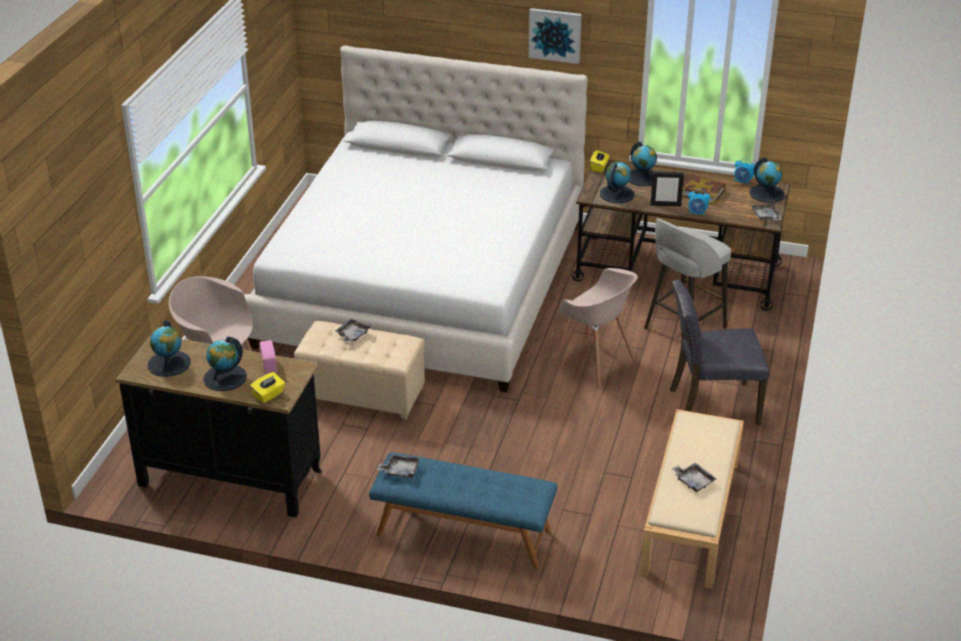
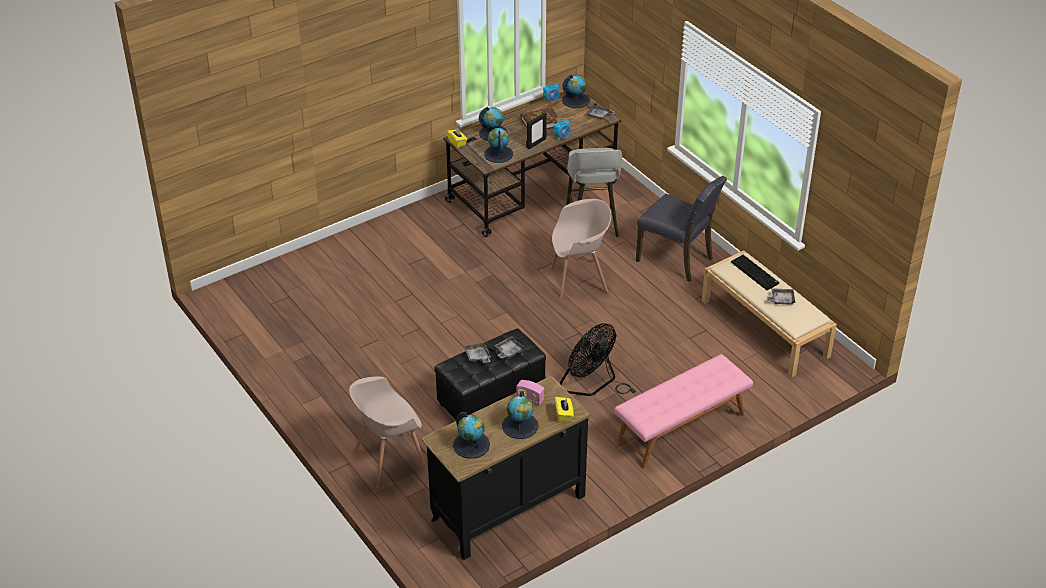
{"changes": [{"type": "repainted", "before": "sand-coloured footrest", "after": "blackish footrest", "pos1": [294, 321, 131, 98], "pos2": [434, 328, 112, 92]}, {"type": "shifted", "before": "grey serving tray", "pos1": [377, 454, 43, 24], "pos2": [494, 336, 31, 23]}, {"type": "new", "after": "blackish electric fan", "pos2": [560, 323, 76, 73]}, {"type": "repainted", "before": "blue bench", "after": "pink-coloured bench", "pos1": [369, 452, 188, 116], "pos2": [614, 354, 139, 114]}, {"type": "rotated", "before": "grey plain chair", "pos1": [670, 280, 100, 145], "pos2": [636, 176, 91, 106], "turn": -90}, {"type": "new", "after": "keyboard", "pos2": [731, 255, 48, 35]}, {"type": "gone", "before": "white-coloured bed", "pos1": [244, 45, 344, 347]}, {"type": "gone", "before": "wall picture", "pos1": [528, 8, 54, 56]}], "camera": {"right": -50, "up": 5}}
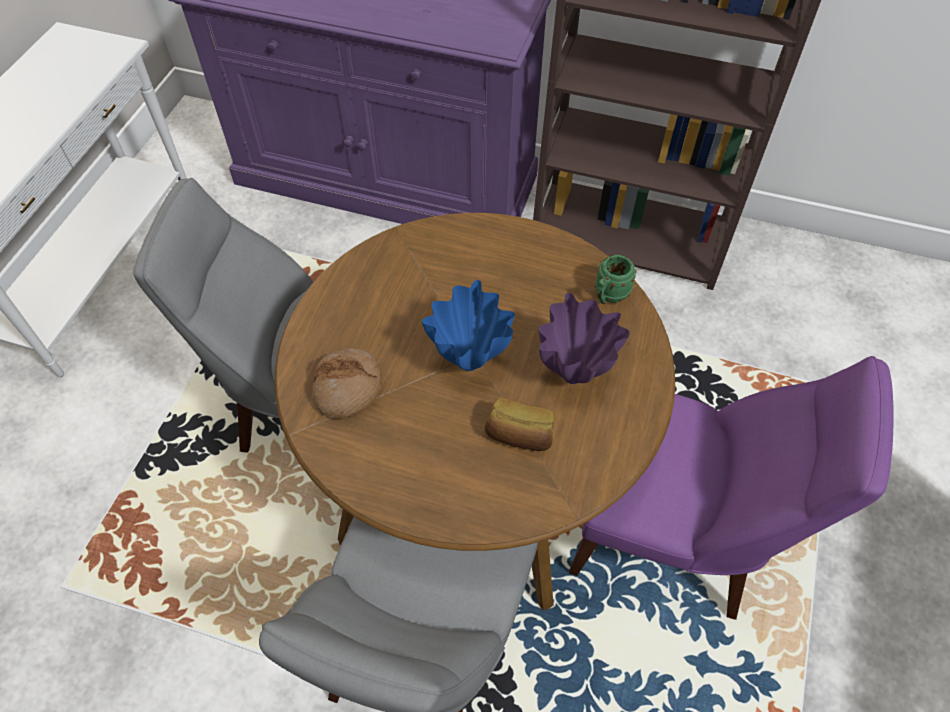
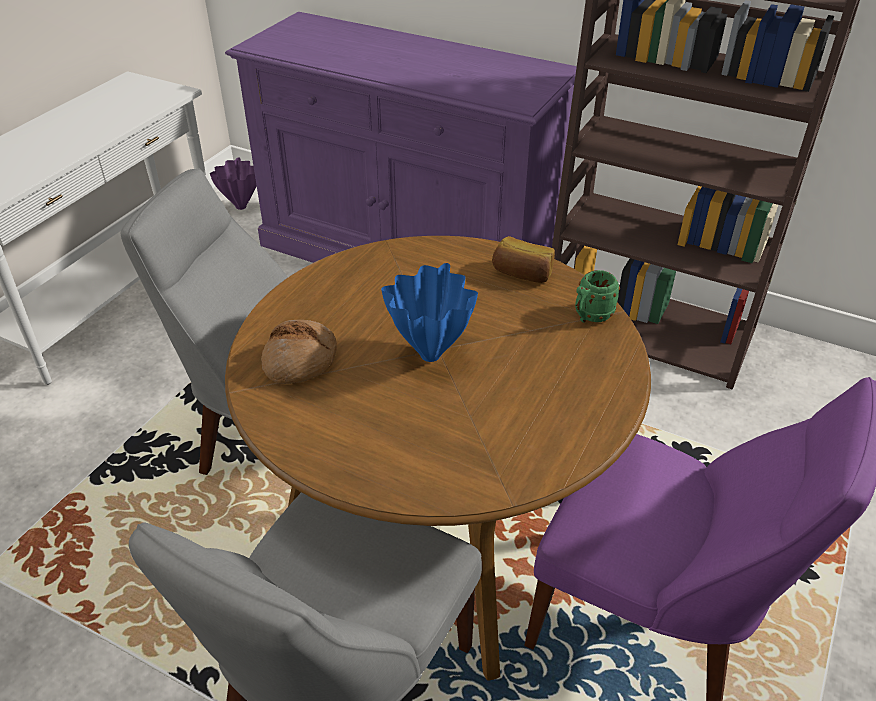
{"changes": [{"type": "shifted", "before": "purplish vase", "pos1": [539, 292, 91, 92], "pos2": [210, 157, 47, 53]}, {"type": "shifted", "before": "baked bread", "pos1": [485, 397, 70, 54], "pos2": [492, 236, 63, 47]}], "camera": {"right": 10, "up": -15}}
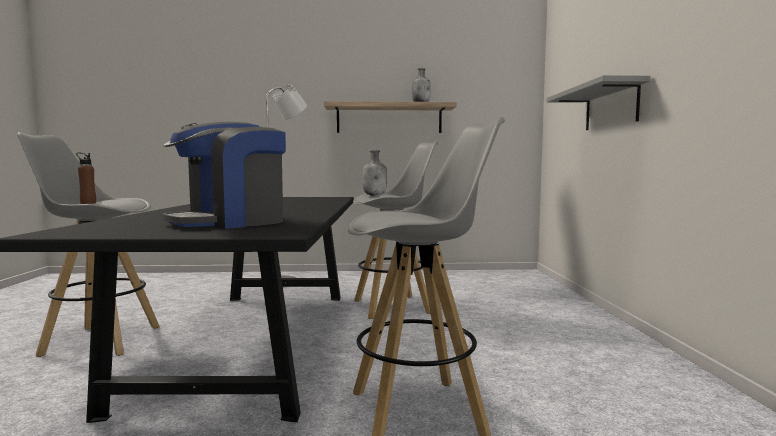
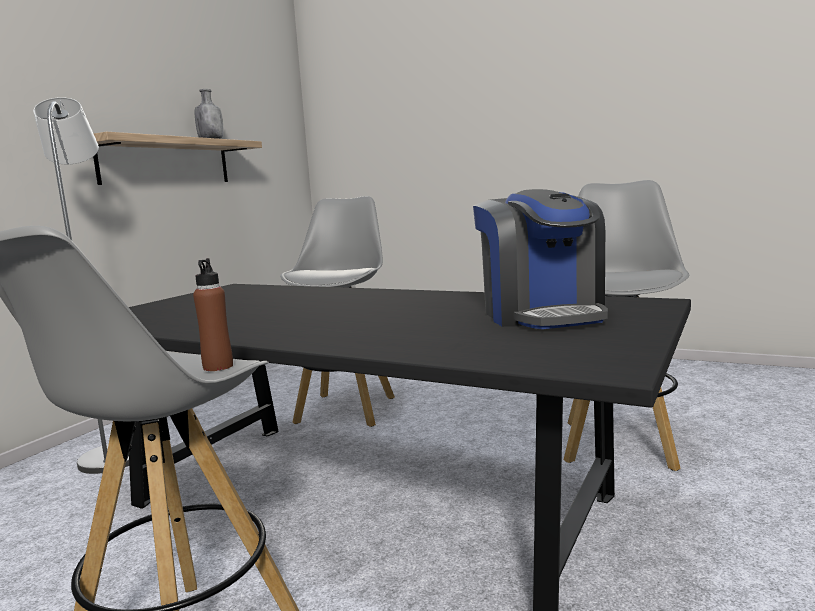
{"changes": [{"type": "gone", "before": "grey beverage bottle", "pos1": [363, 150, 24, 46]}, {"type": "gone", "before": "grey shelf", "pos1": [547, 75, 103, 55]}], "camera": {"right": -60, "up": 5}}
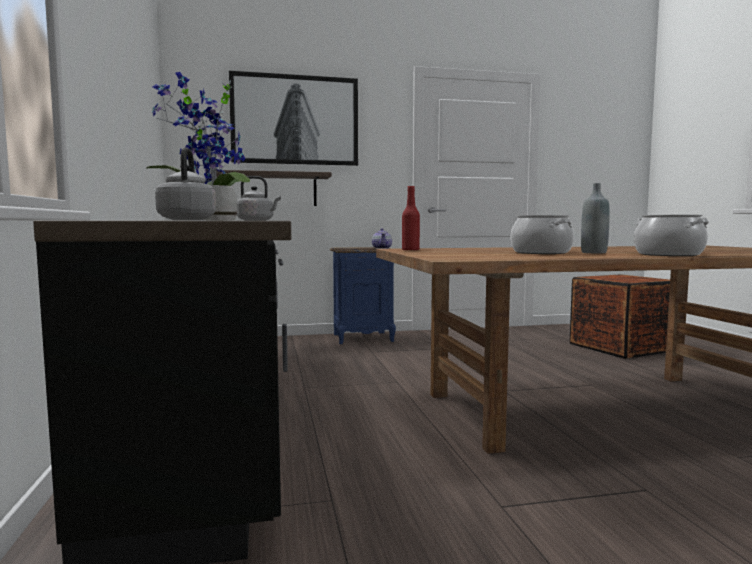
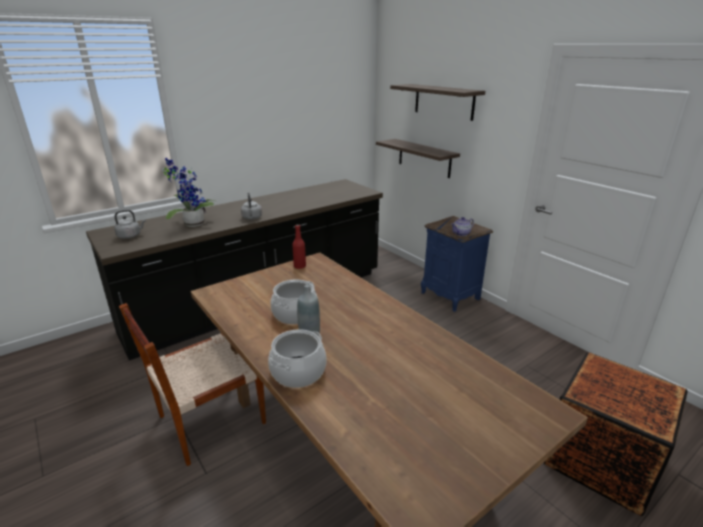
{"changes": [{"type": "new", "after": "plain chair", "pos2": [119, 303, 147, 163]}, {"type": "swapped", "before": "wall picture", "after": "shelf", "pos1": [229, 70, 129, 96], "pos2": [390, 84, 95, 37]}], "camera": {"right": 65, "up": 20}}
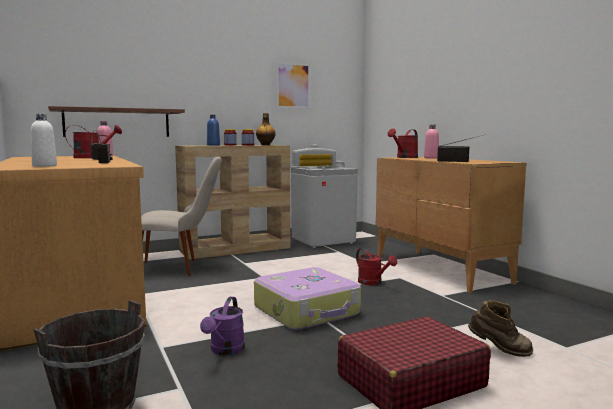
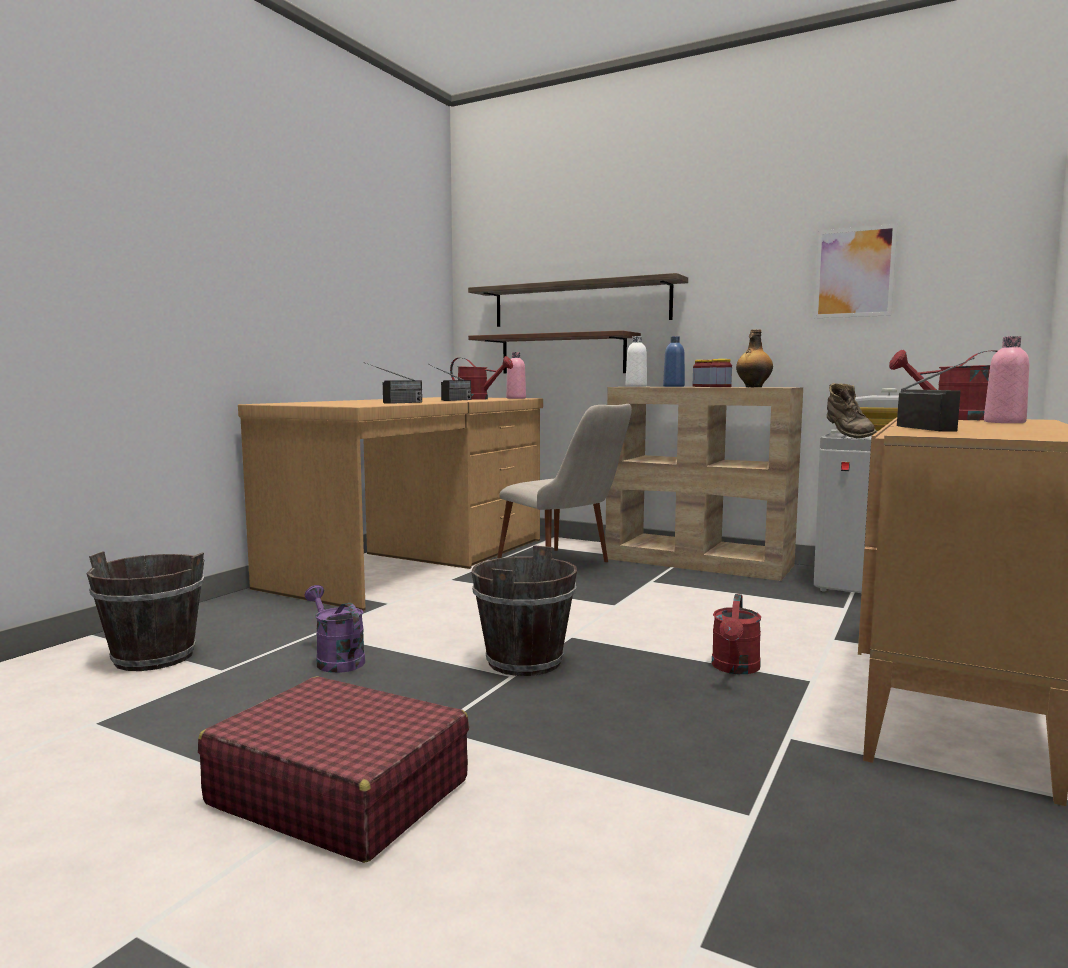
{"changes": [{"type": "rotated", "before": "purplish watering can", "pos1": [200, 297, 45, 58], "pos2": [305, 585, 60, 88], "turn": 75}, {"type": "new", "after": "shelf", "pos2": [468, 273, 220, 54]}, {"type": "swapped", "before": "suitcase", "after": "brown-coloured bucket", "pos1": [254, 267, 107, 63], "pos2": [471, 545, 106, 131]}, {"type": "shifted", "before": "white-coloured beverage bottle", "pos1": [31, 114, 26, 53], "pos2": [626, 336, 21, 51]}, {"type": "shifted", "before": "brown-coloured tall boot", "pos1": [468, 300, 65, 57], "pos2": [827, 383, 49, 55]}], "camera": {"right": 55, "up": 0}}
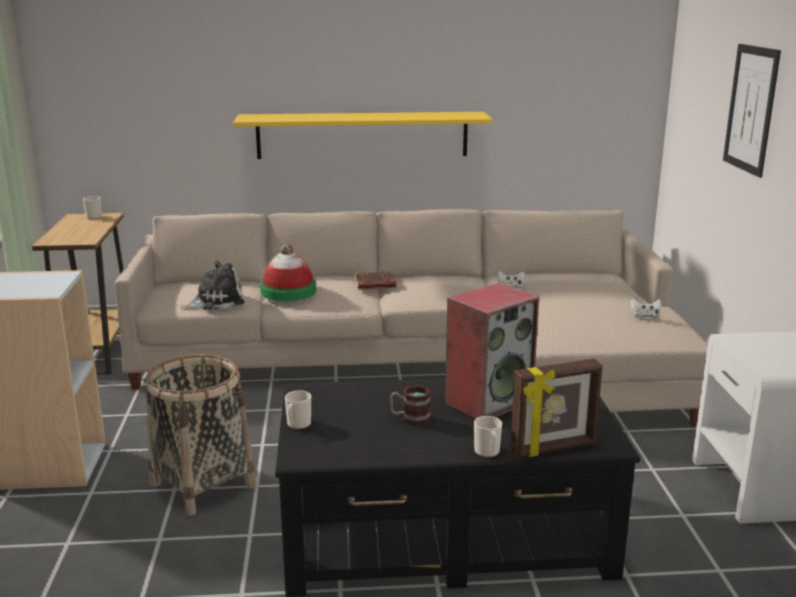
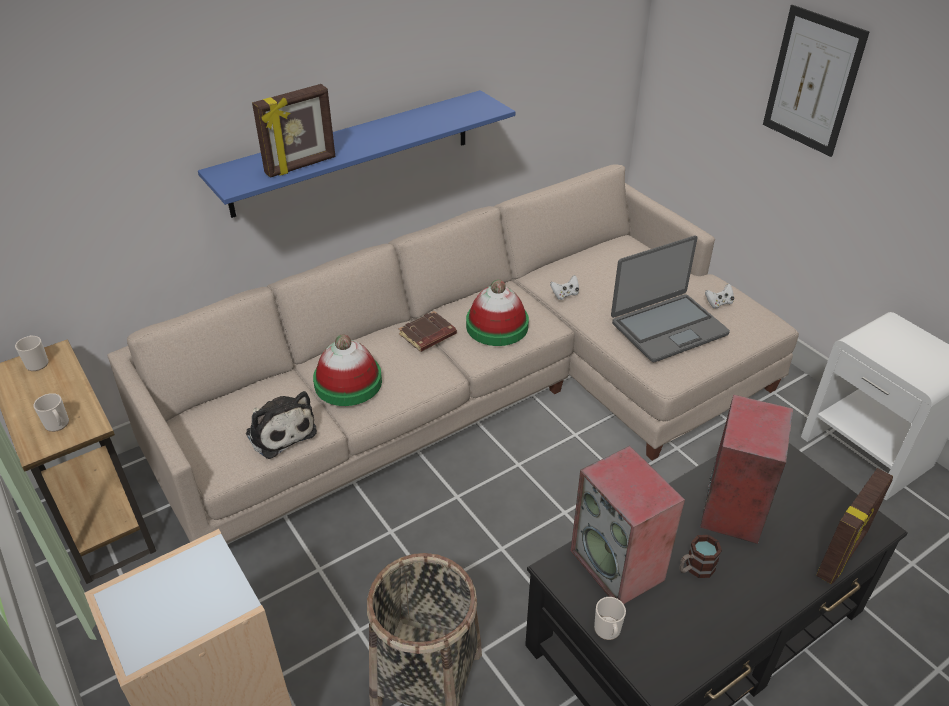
{"changes": [{"type": "shifted", "before": "tea mug", "pos1": [474, 416, 28, 41], "pos2": [33, 393, 36, 39]}, {"type": "repainted", "before": "yellowish shelf", "after": "blue shelf", "pos1": [233, 112, 260, 47], "pos2": [198, 90, 317, 128]}, {"type": "rotated", "before": "soft toy", "pos1": [180, 260, 65, 50], "pos2": [246, 391, 71, 68], "turn": 105}, {"type": "new", "after": "photo frame", "pos2": [252, 84, 83, 94]}, {"type": "new", "after": "hat", "pos2": [466, 279, 63, 67]}, {"type": "new", "after": "loudspeaker", "pos2": [571, 446, 114, 158]}, {"type": "new", "after": "notebook computer", "pos2": [611, 236, 119, 126]}], "camera": {"right": -30, "up": 20}}
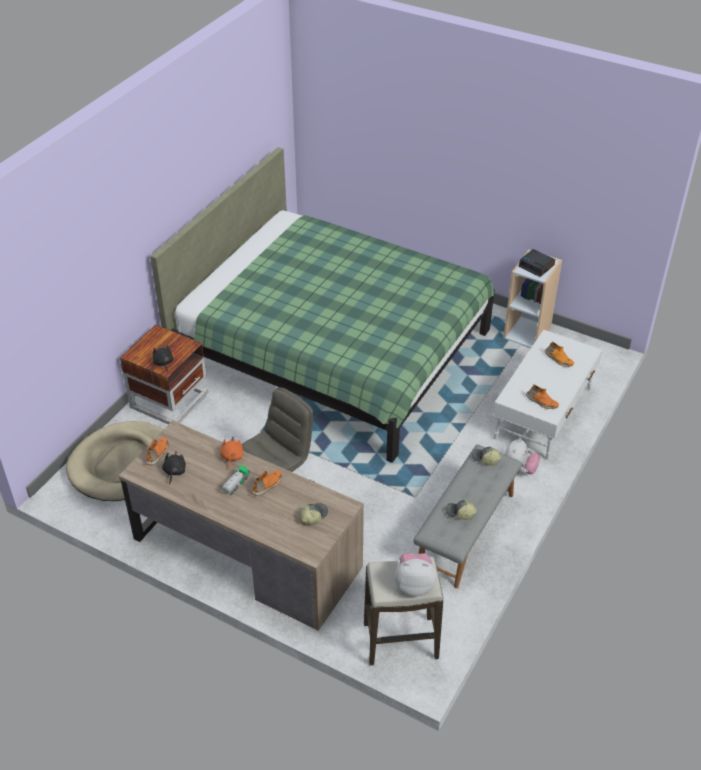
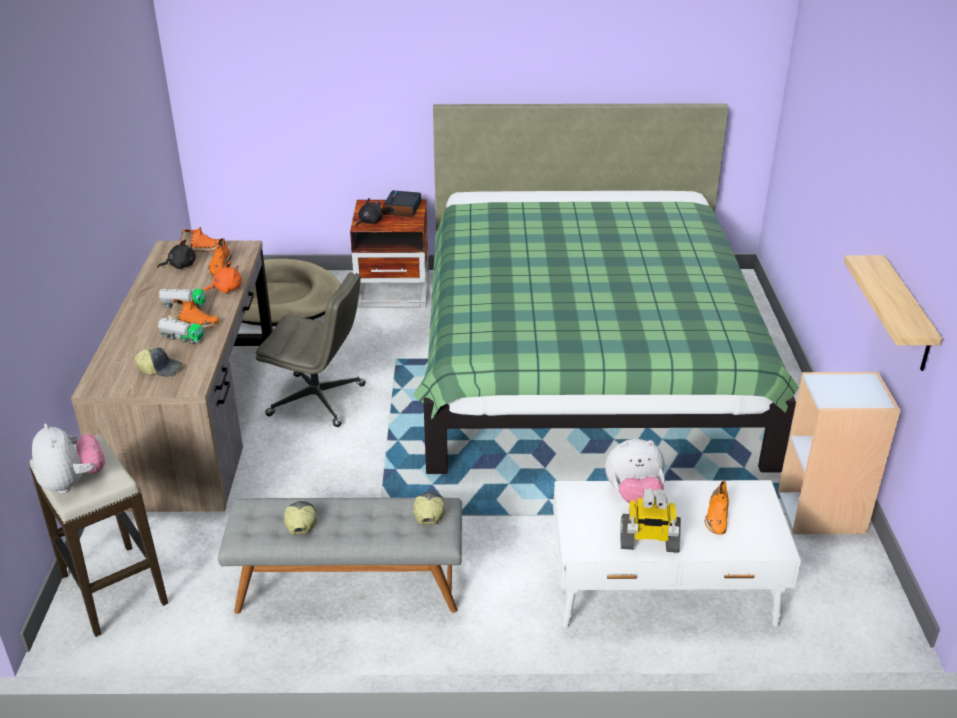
{"changes": [{"type": "new", "after": "model truck", "pos2": [158, 318, 47, 26]}, {"type": "shifted", "before": "orangey item of footwear", "pos1": [526, 384, 33, 25], "pos2": [207, 238, 25, 37]}, {"type": "shifted", "before": "alarm clock", "pos1": [519, 249, 36, 28], "pos2": [382, 190, 39, 27]}, {"type": "shifted", "before": "soft toy", "pos1": [505, 439, 35, 35], "pos2": [605, 439, 60, 64]}, {"type": "new", "after": "model robot", "pos2": [620, 488, 61, 65]}, {"type": "new", "after": "shelf", "pos2": [844, 255, 99, 116]}], "camera": {"right": 60, "up": -10}}
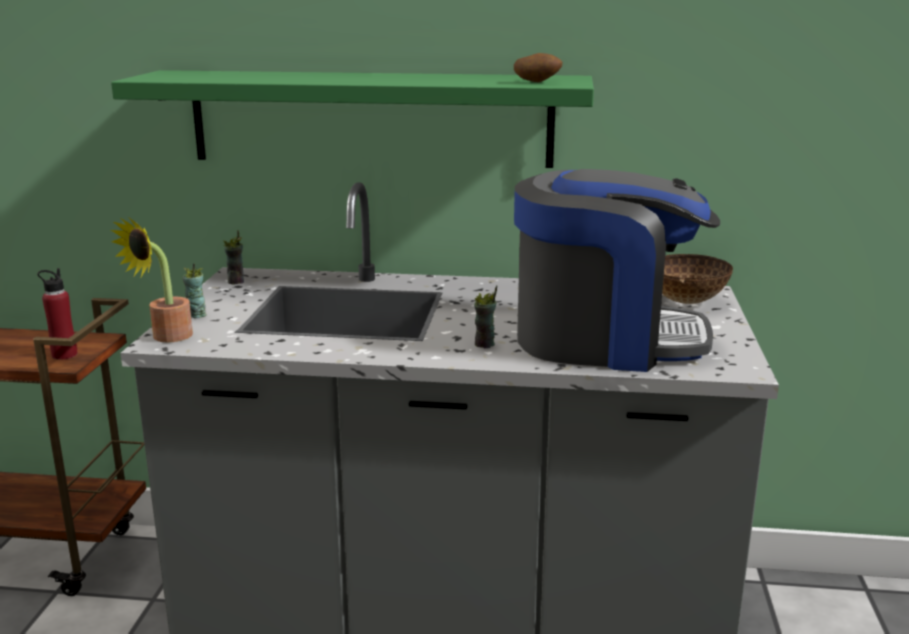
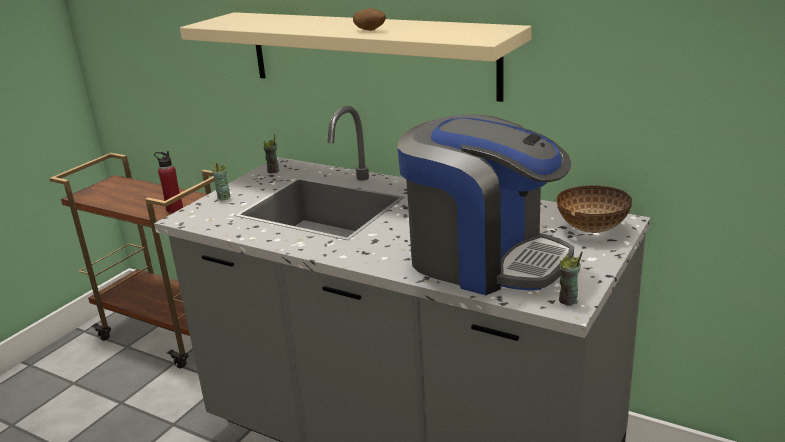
{"changes": [{"type": "repainted", "before": "greenish shelf", "after": "sand-coloured shelf", "pos1": [111, 70, 483, 98], "pos2": [180, 12, 352, 90]}, {"type": "shifted", "before": "spud", "pos1": [514, 53, 48, 29], "pos2": [353, 8, 33, 23]}, {"type": "shifted", "before": "small cup", "pos1": [474, 285, 23, 63], "pos2": [559, 251, 23, 55]}, {"type": "gone", "before": "potted plant", "pos1": [111, 217, 82, 125]}], "camera": {"right": 25, "up": 5}}
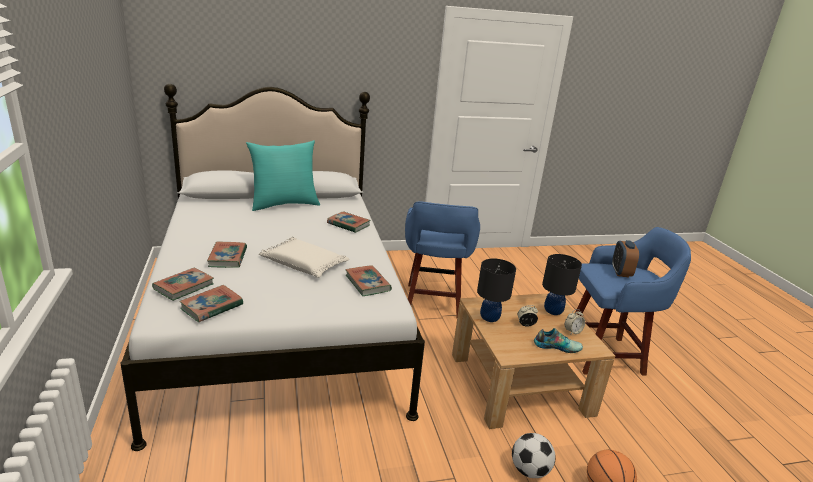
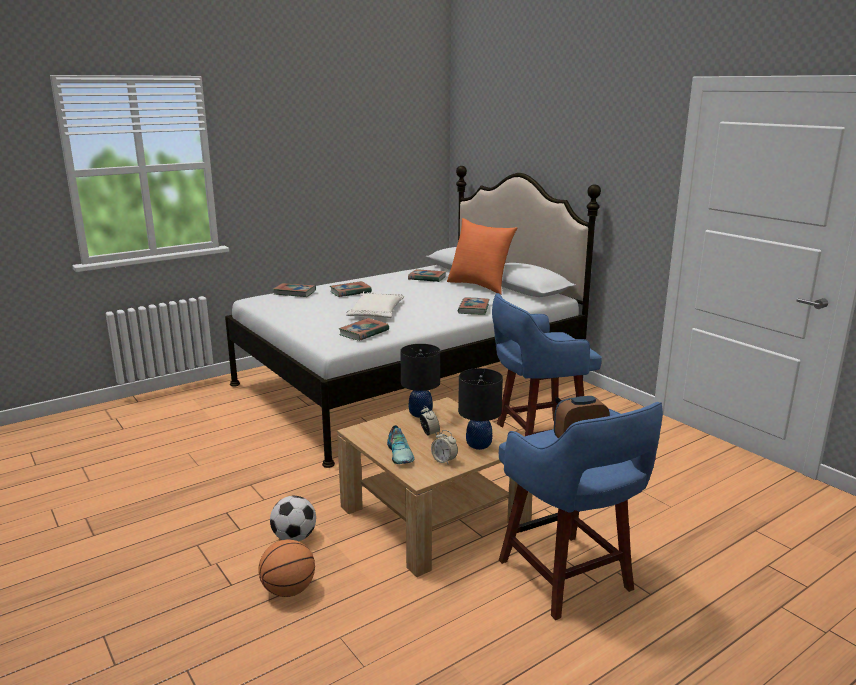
{"changes": [{"type": "shifted", "before": "bound book", "pos1": [179, 285, 64, 37], "pos2": [408, 269, 38, 13]}, {"type": "repainted", "before": "blue-green throw pillow", "after": "orangey throw pillow", "pos1": [246, 140, 74, 71], "pos2": [447, 218, 71, 77]}], "camera": {"right": 70, "up": -5}}
